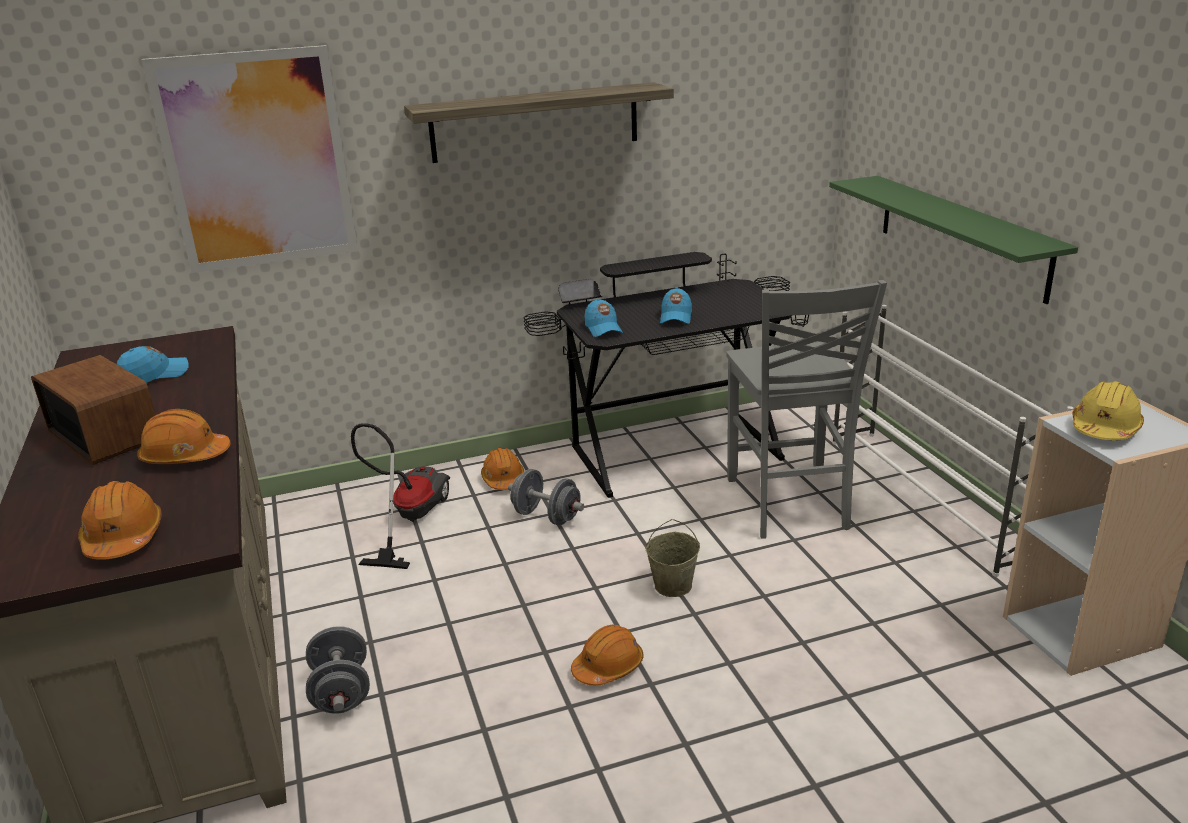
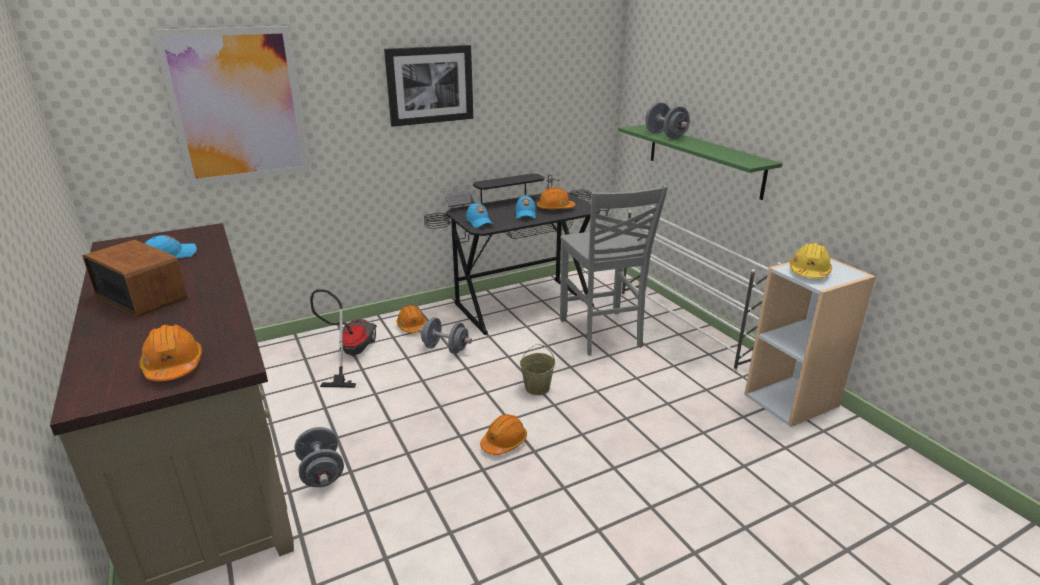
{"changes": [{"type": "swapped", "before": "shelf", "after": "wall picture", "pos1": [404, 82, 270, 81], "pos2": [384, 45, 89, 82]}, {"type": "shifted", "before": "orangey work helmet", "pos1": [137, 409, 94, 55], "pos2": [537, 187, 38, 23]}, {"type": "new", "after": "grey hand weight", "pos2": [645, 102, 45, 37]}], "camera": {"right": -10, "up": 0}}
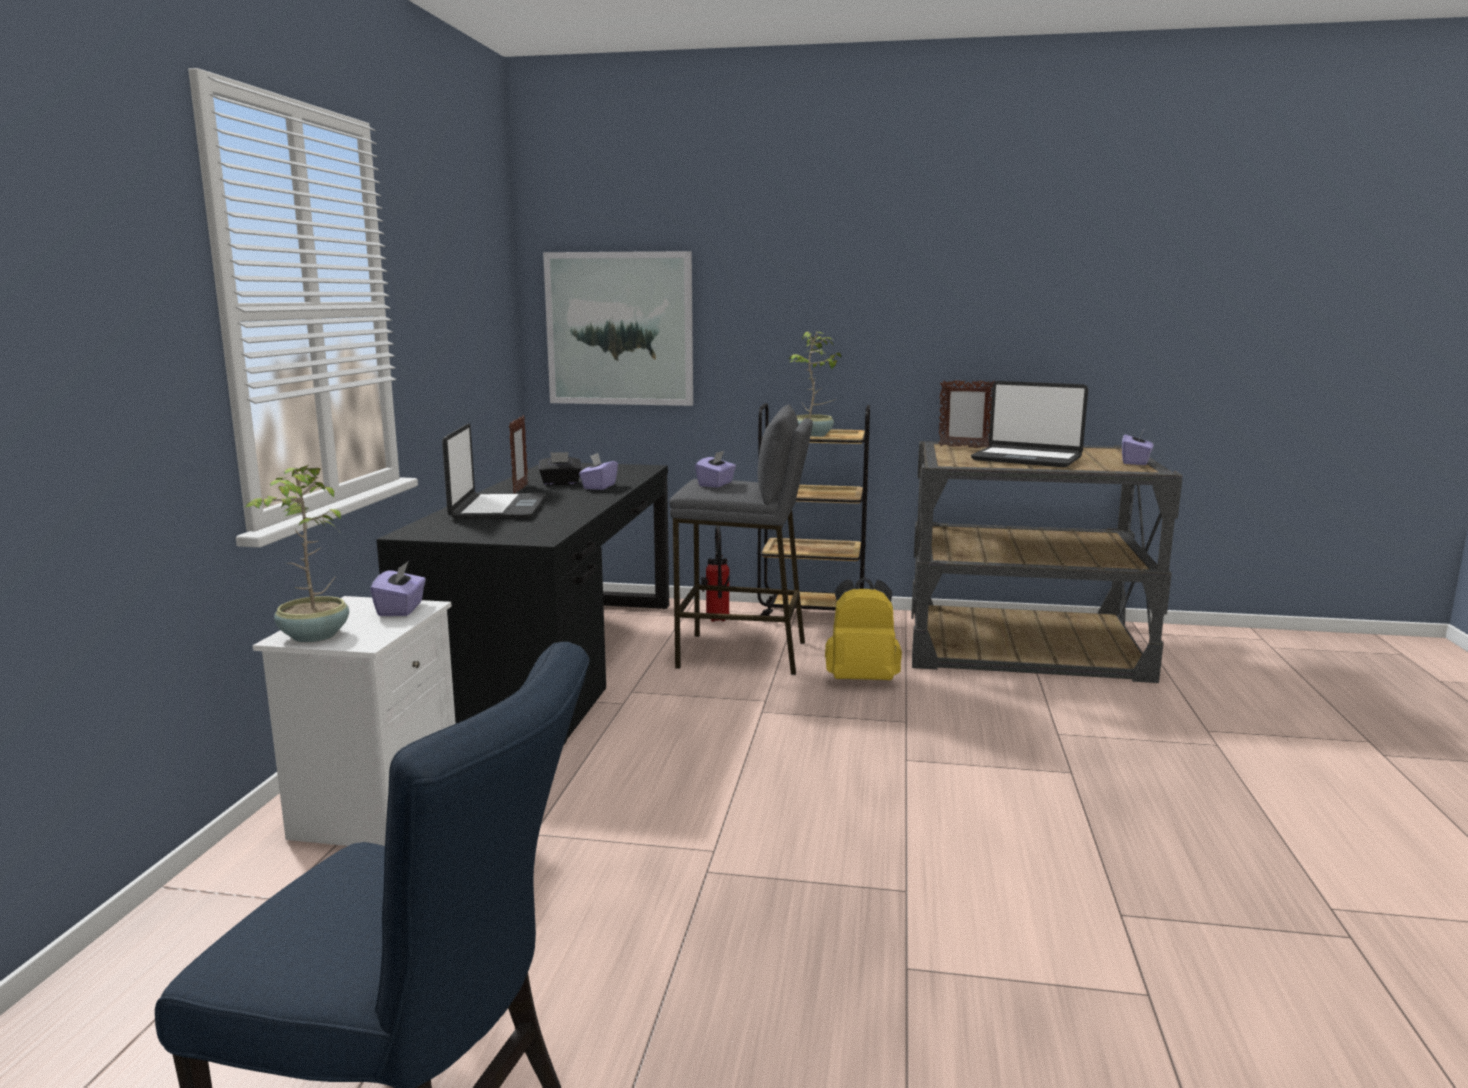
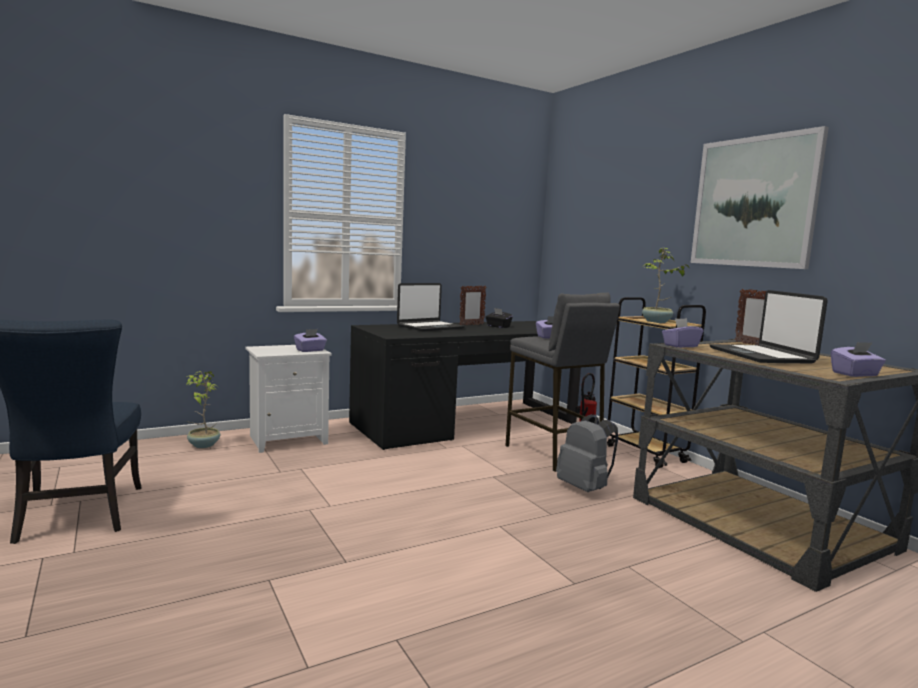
{"changes": [{"type": "shifted", "before": "potted plant", "pos1": [244, 465, 105, 177], "pos2": [186, 371, 34, 77]}, {"type": "repainted", "before": "yellowish knapsack", "after": "grey knapsack", "pos1": [825, 577, 77, 103], "pos2": [556, 414, 62, 78]}, {"type": "shifted", "before": "purplish tissue holder", "pos1": [579, 453, 39, 37], "pos2": [662, 318, 42, 30]}, {"type": "shifted", "before": "wall picture", "pos1": [543, 251, 150, 155], "pos2": [691, 126, 138, 143]}], "camera": {"right": 50, "up": -5}}
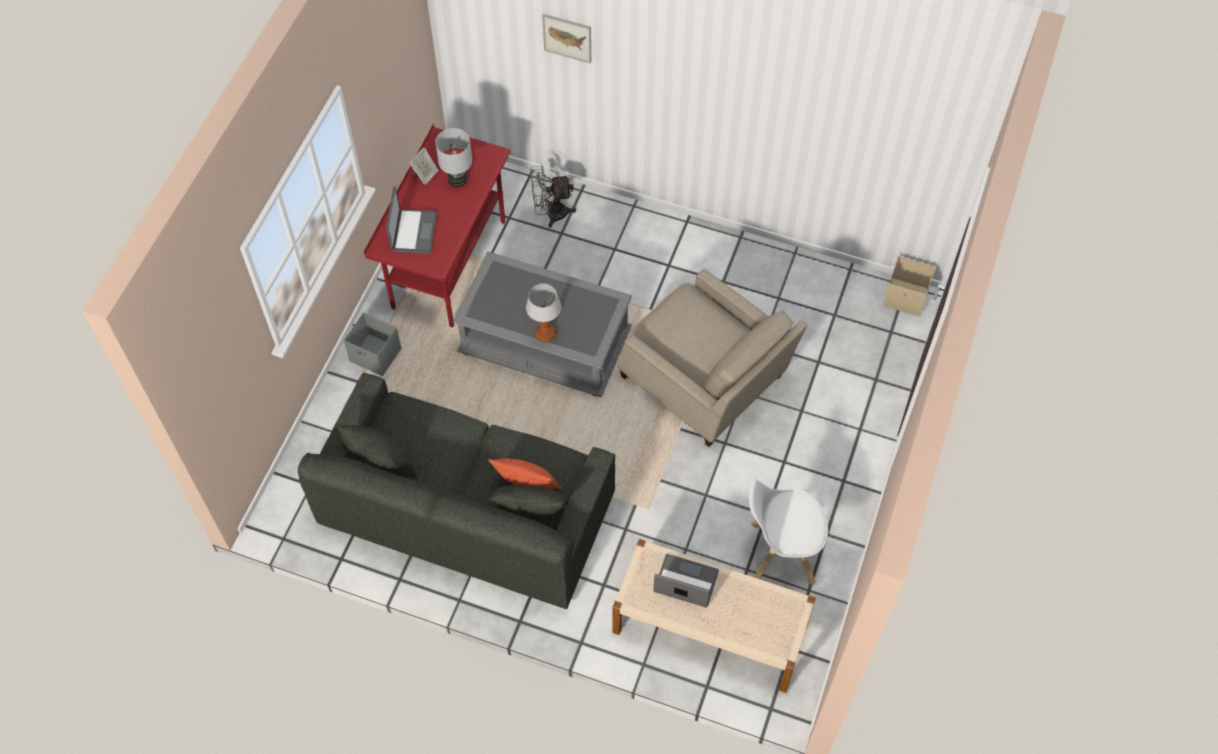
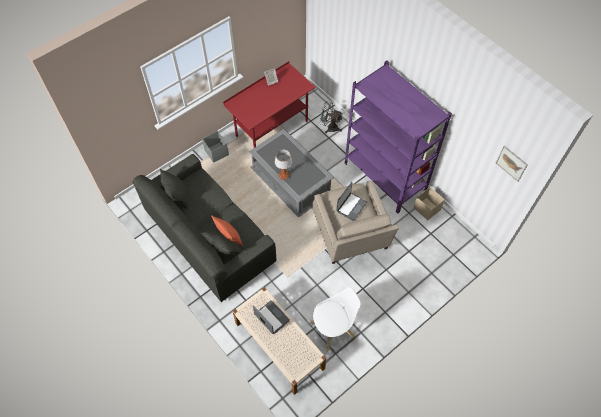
{"changes": [{"type": "rotated", "before": "white-coloured plain chair", "pos1": [749, 479, 79, 106], "pos2": [310, 287, 51, 65], "turn": 120}, {"type": "shifted", "before": "notebook computer", "pos1": [386, 187, 51, 67], "pos2": [336, 182, 31, 39]}, {"type": "new", "after": "purplish bookcase", "pos2": [345, 60, 107, 153]}, {"type": "shifted", "before": "sand-coloured storage box", "pos1": [883, 256, 53, 61], "pos2": [414, 187, 30, 34]}, {"type": "shifted", "before": "wall picture", "pos1": [542, 14, 49, 50], "pos2": [496, 146, 32, 36]}, {"type": "gone", "before": "grey lamp for a table", "pos1": [435, 128, 37, 59]}], "camera": {"right": 30, "up": 0}}
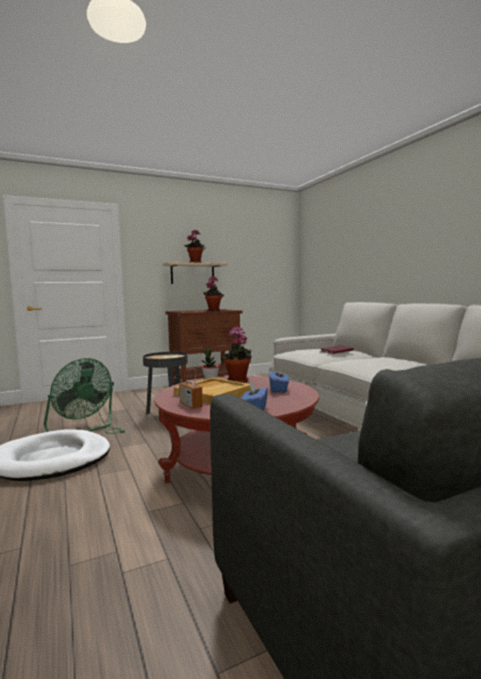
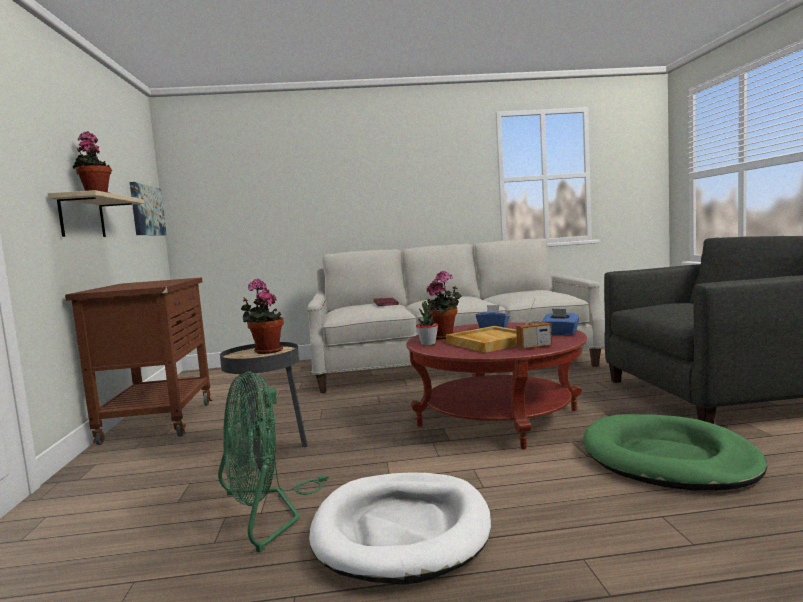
{"changes": [{"type": "new", "after": "wall picture", "pos2": [130, 182, 37, 54]}, {"type": "shifted", "before": "potted plant", "pos1": [203, 276, 21, 35], "pos2": [241, 279, 43, 75]}, {"type": "new", "after": "greenish dog cushion", "pos2": [583, 414, 185, 77]}], "camera": {"right": -70, "up": 0}}
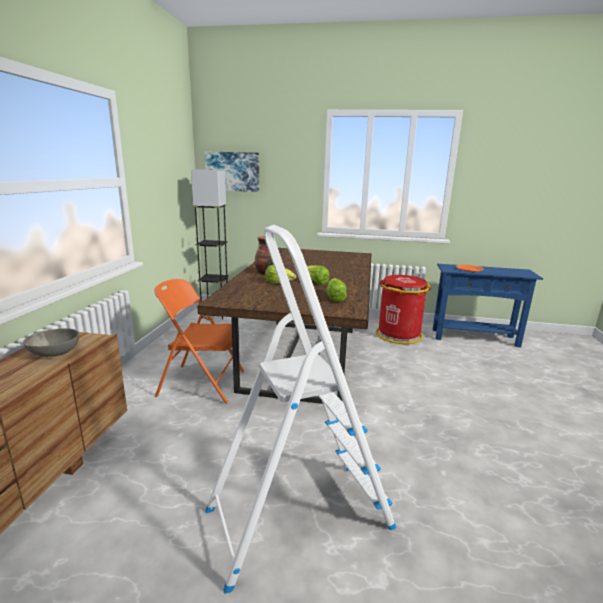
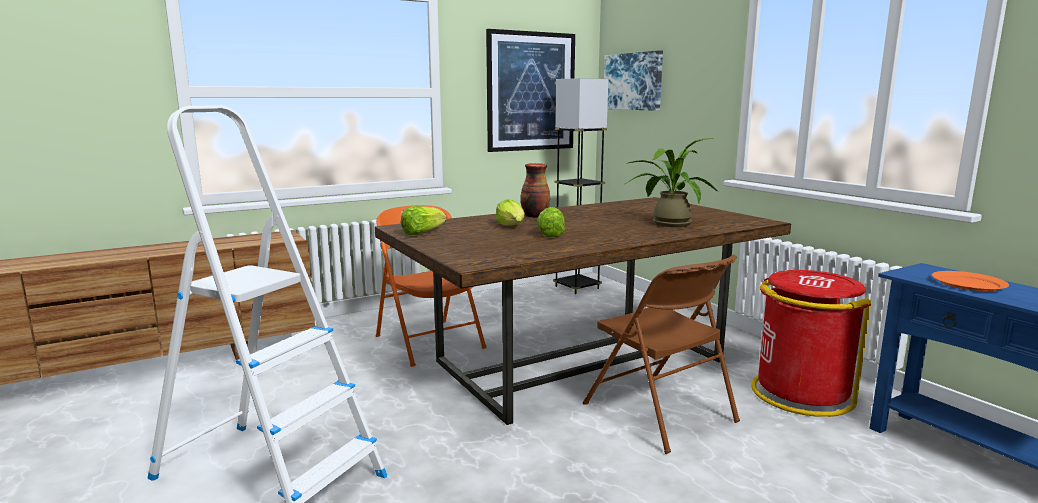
{"changes": [{"type": "shifted", "before": "head of lettuce", "pos1": [326, 278, 21, 24], "pos2": [401, 206, 45, 29]}, {"type": "new", "after": "wall picture", "pos2": [486, 29, 89, 123]}, {"type": "new", "after": "brown-coloured plain chair", "pos2": [583, 254, 157, 200]}, {"type": "new", "after": "potted plant", "pos2": [625, 138, 95, 89]}, {"type": "gone", "before": "grey deep dish", "pos1": [23, 328, 56, 29]}], "camera": {"right": 50, "up": -5}}
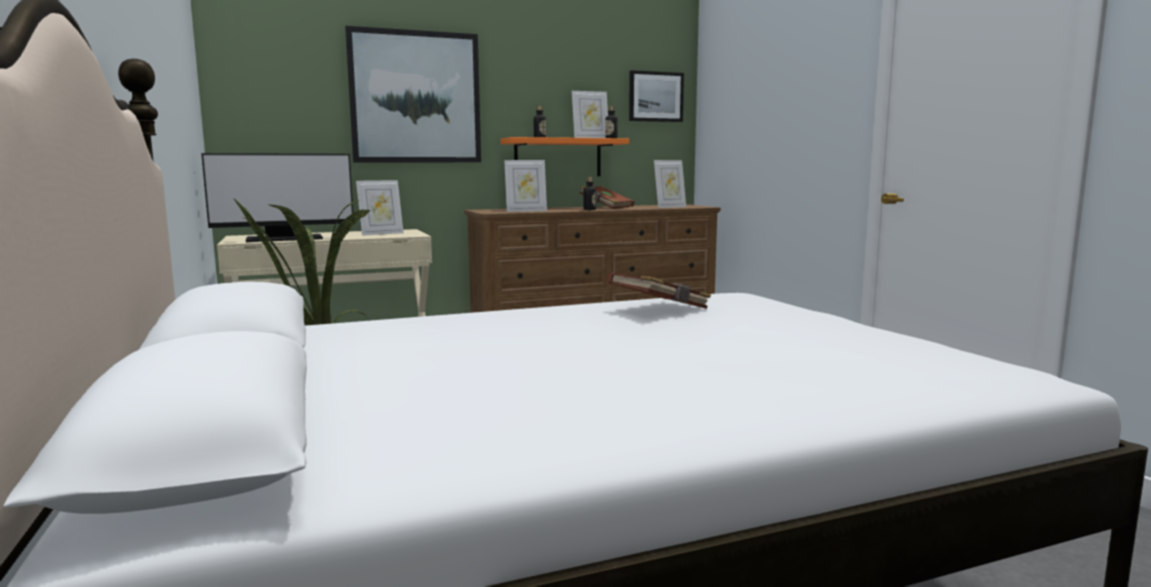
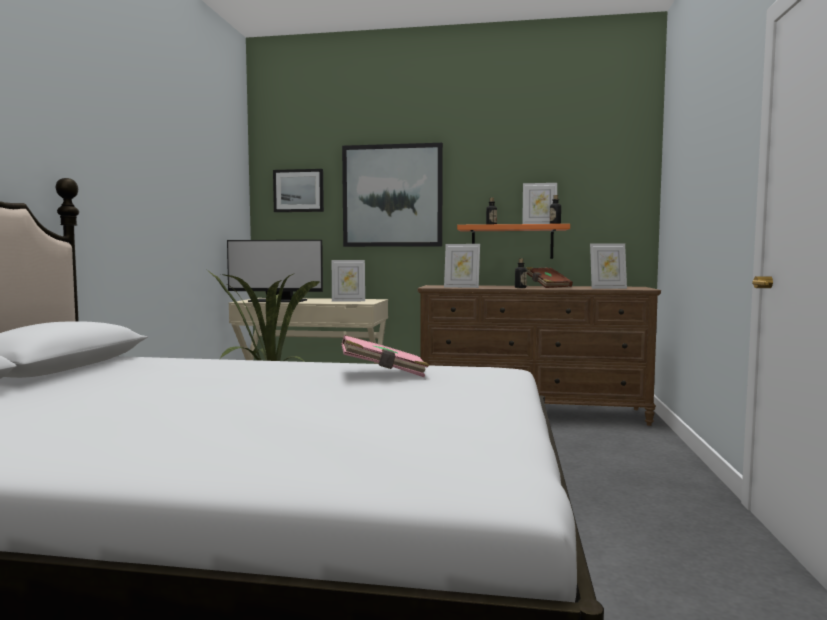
{"changes": [{"type": "shifted", "before": "wall picture", "pos1": [629, 70, 55, 52], "pos2": [273, 169, 51, 43]}, {"type": "repainted", "before": "brown-coloured bound book", "after": "pink-coloured bound book", "pos1": [606, 271, 105, 38], "pos2": [341, 335, 88, 42]}], "camera": {"right": 30, "up": -5}}
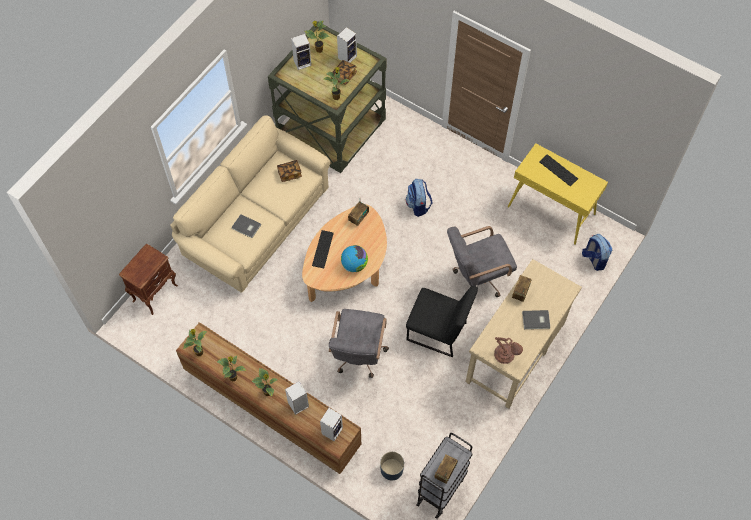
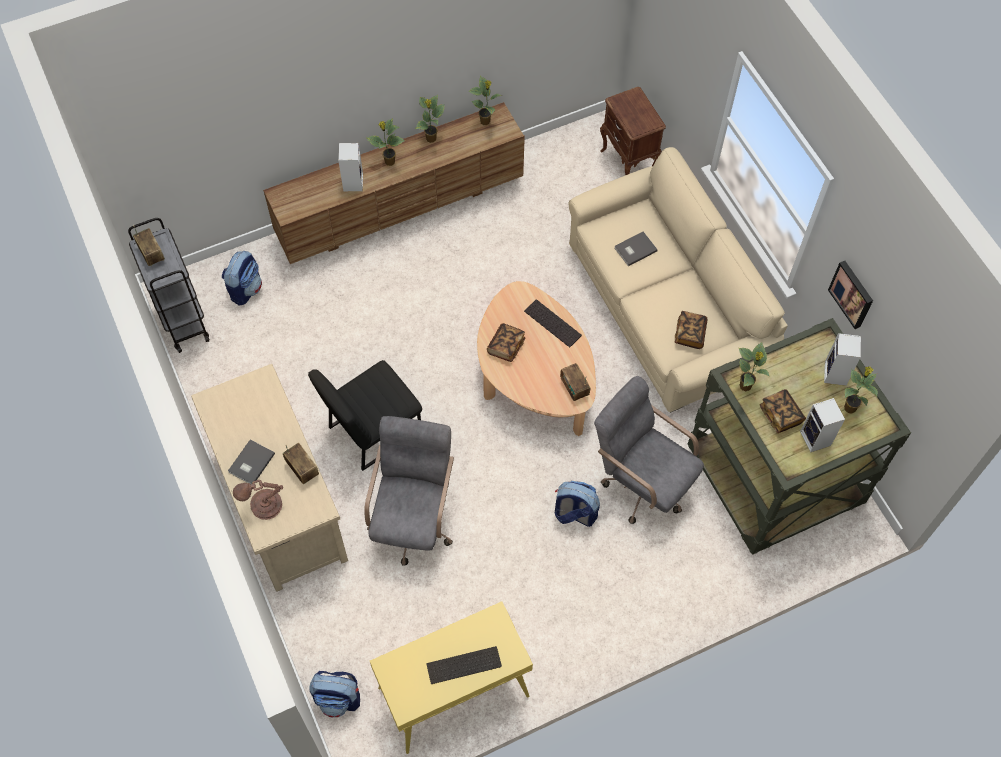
{"changes": [{"type": "swapped", "before": "blue flower pot", "after": "knapsack", "pos1": [380, 452, 24, 29], "pos2": [222, 251, 40, 55]}, {"type": "shifted", "before": "brown-coloured lamp for a table", "pos1": [494, 337, 29, 27], "pos2": [233, 480, 50, 40]}, {"type": "swapped", "before": "desk globe", "after": "bound book", "pos1": [341, 245, 27, 27], "pos2": [487, 323, 39, 39]}, {"type": "shifted", "before": "grey computer chair", "pos1": [329, 309, 60, 69], "pos2": [594, 376, 110, 148]}, {"type": "new", "after": "wall picture", "pos2": [828, 261, 45, 68]}, {"type": "gone", "before": "loudspeaker", "pos1": [320, 408, 23, 33]}], "camera": {"right": 120, "up": 0}}
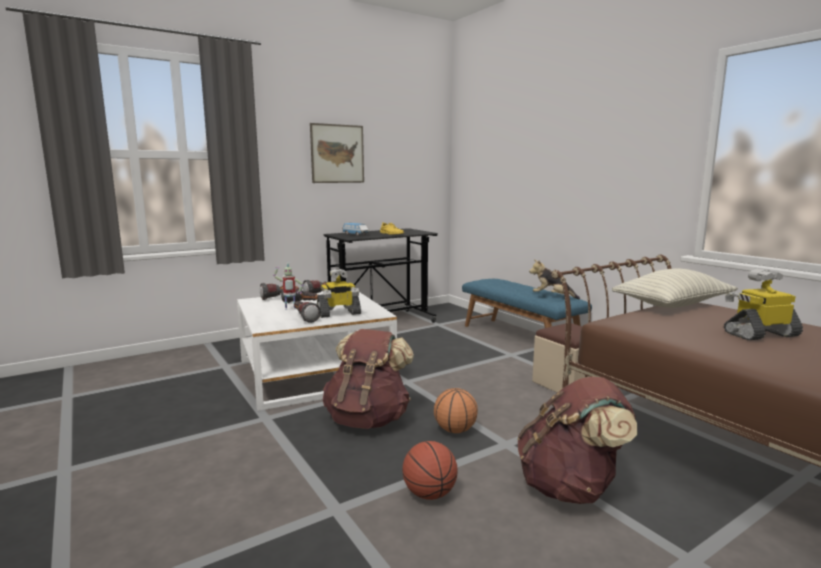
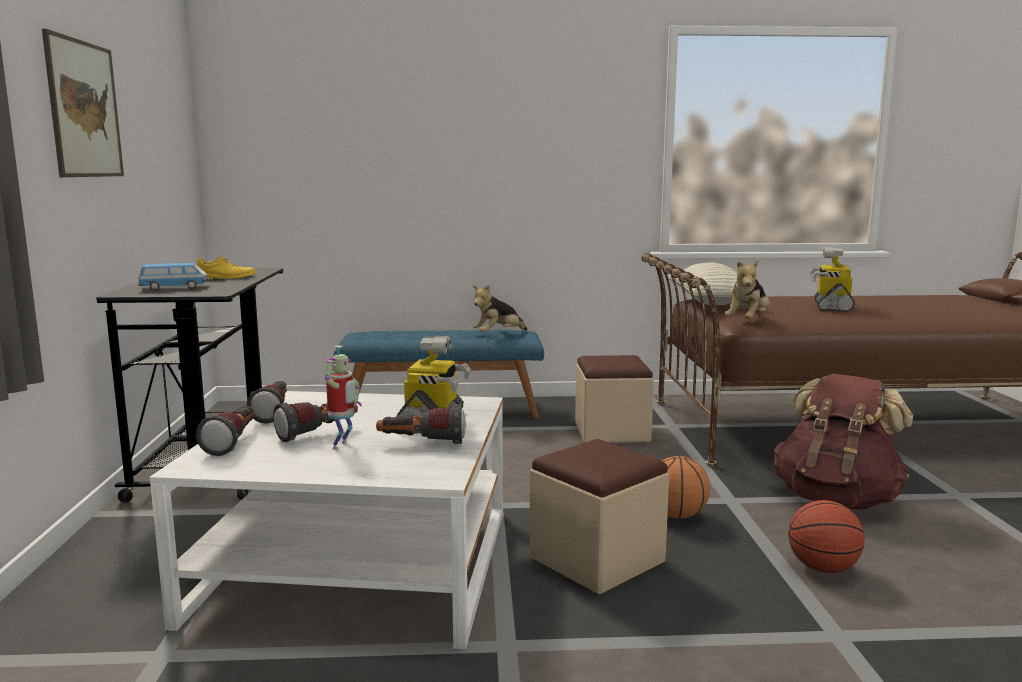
{"changes": [{"type": "swapped", "before": "brown-coloured knapsack", "after": "sand-coloured footrest", "pos1": [323, 329, 91, 100], "pos2": [530, 439, 139, 156]}, {"type": "new", "after": "soft toy", "pos2": [725, 260, 45, 59]}], "camera": {"right": -60, "up": 0}}
